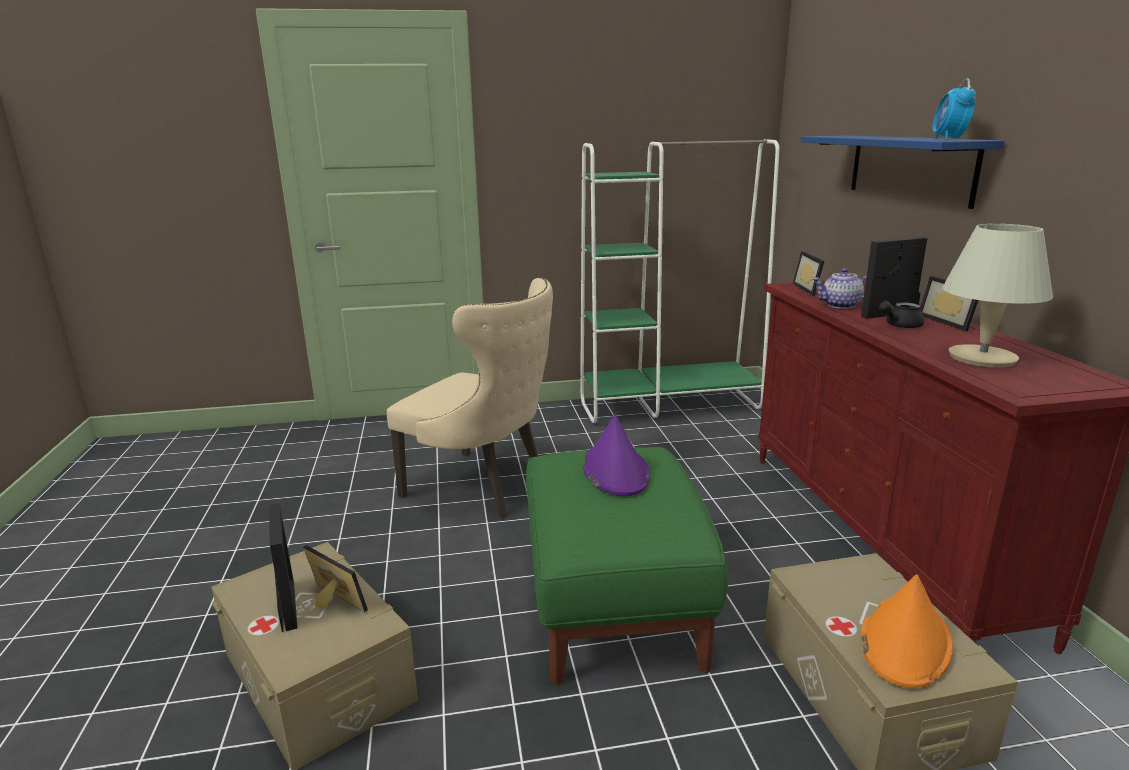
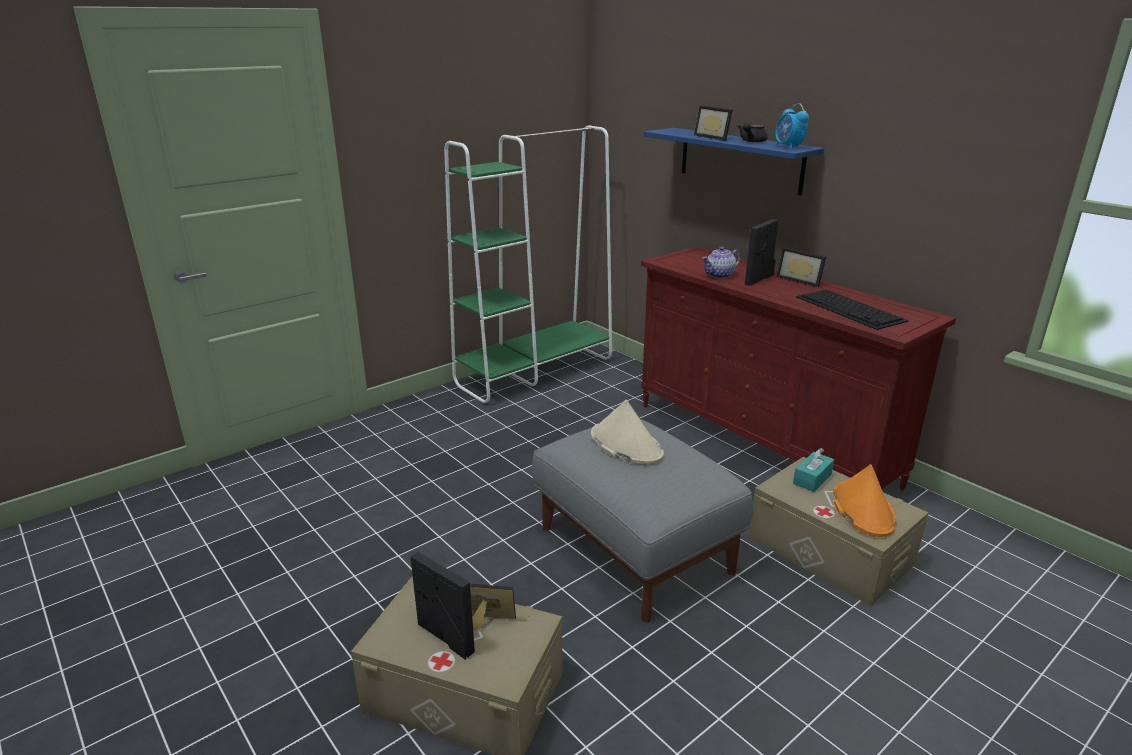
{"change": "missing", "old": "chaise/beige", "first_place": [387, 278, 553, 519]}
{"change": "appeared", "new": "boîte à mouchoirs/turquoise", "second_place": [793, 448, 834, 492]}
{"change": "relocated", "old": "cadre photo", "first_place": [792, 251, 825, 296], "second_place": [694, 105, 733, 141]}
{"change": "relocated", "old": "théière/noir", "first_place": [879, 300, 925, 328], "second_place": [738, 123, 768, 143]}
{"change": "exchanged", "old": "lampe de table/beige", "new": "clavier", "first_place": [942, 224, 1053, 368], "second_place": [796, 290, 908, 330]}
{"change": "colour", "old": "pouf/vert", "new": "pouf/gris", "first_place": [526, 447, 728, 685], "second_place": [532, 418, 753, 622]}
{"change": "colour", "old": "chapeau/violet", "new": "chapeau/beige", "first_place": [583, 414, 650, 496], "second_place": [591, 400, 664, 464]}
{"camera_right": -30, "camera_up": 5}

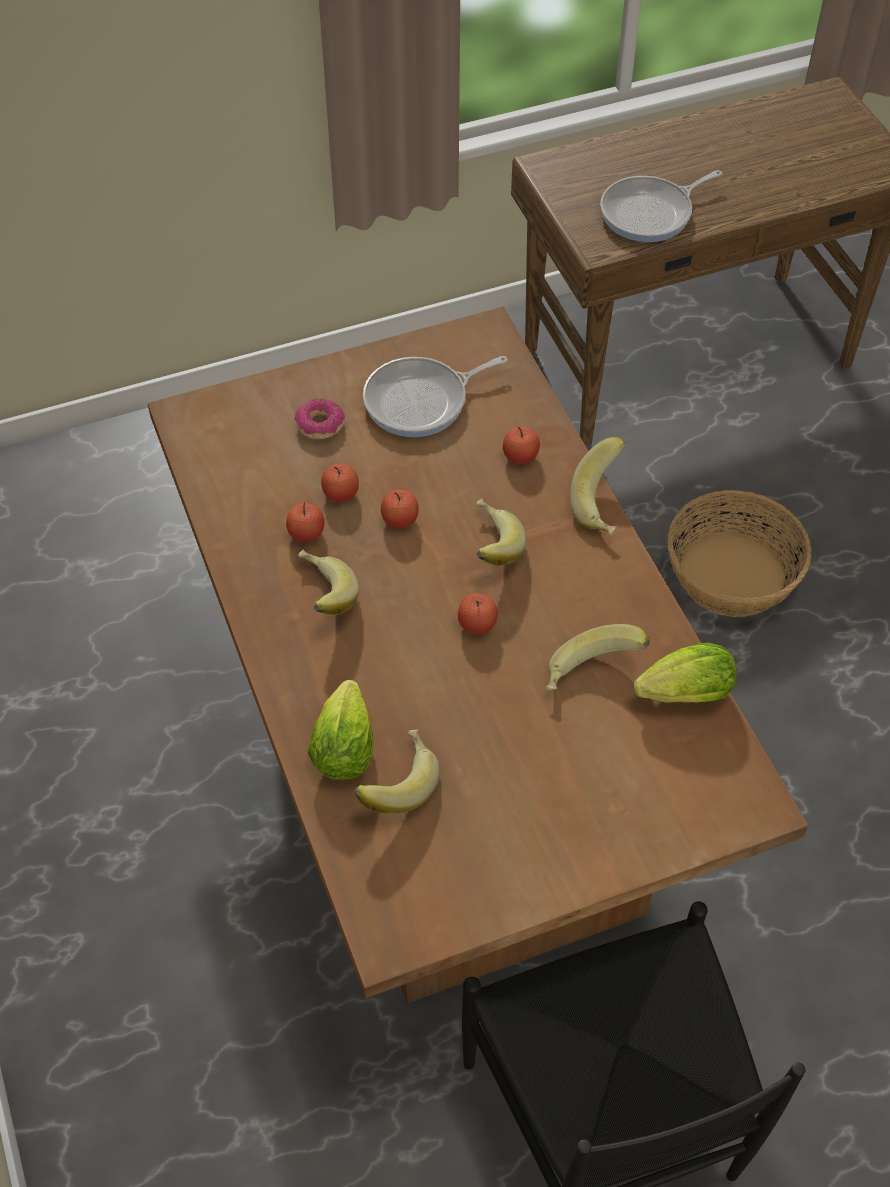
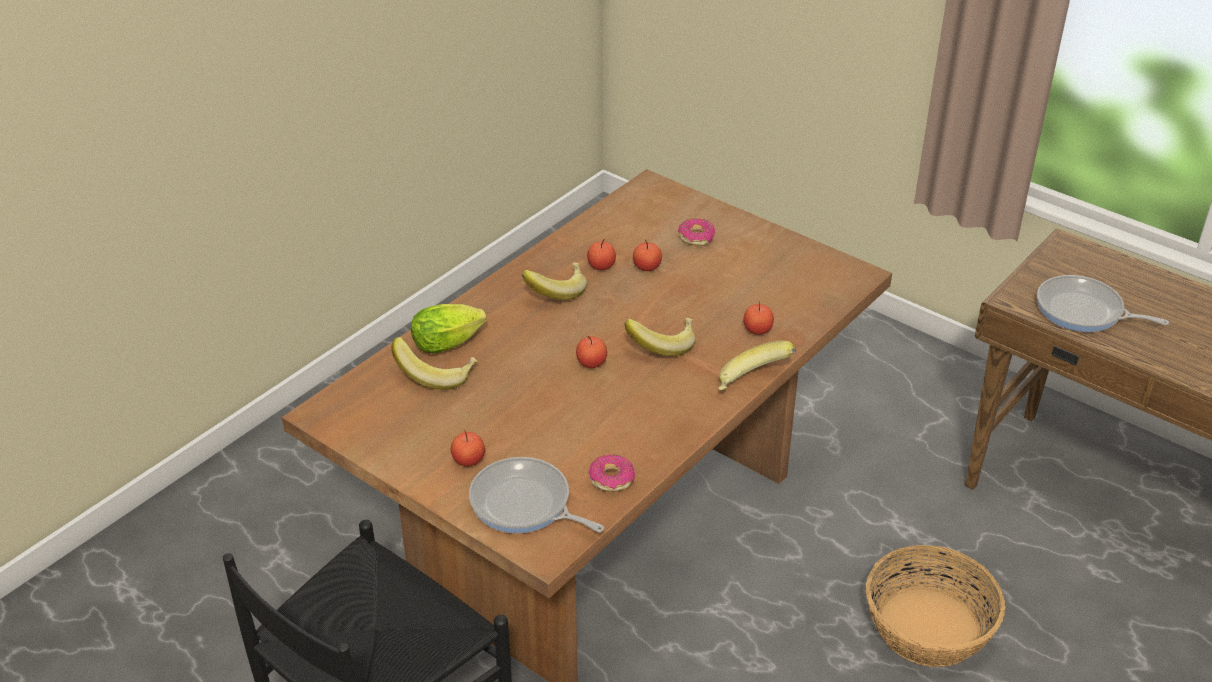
{"change": "missing", "old": "banane", "first_place": [546, 624, 650, 691]}
{"change": "relocated", "old": "poêle", "first_place": [363, 356, 508, 437], "second_place": [469, 457, 604, 533]}
{"change": "relocated", "old": "pomme", "first_place": [381, 490, 419, 528], "second_place": [451, 430, 485, 466]}
{"change": "exchanged", "old": "laitue", "new": "beignet", "first_place": [634, 643, 737, 703], "second_place": [589, 454, 635, 492]}
{"camera_right": 60, "camera_up": -15}

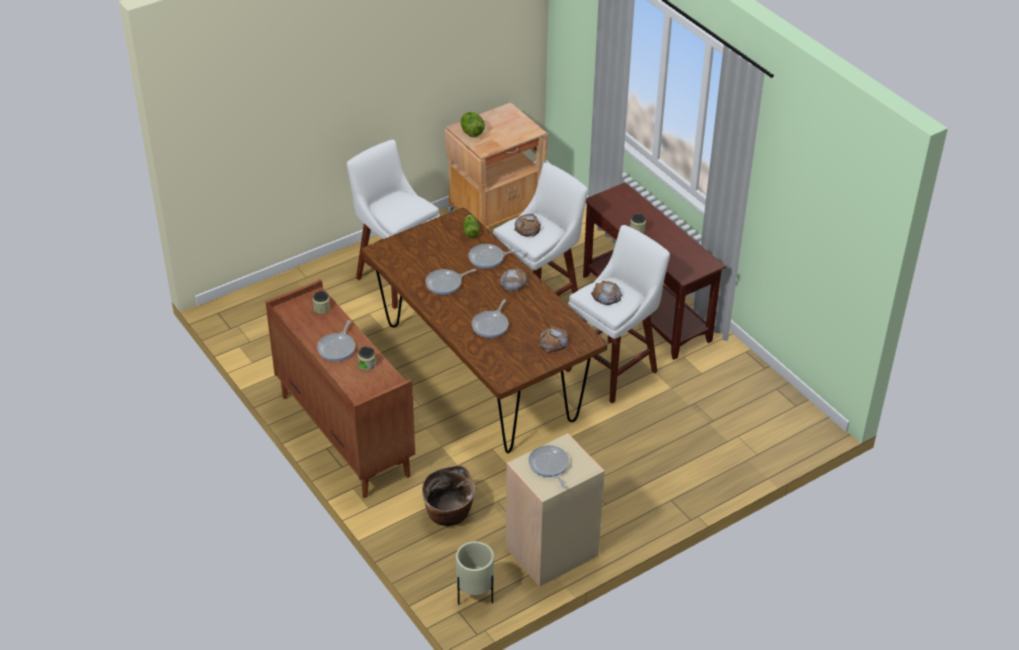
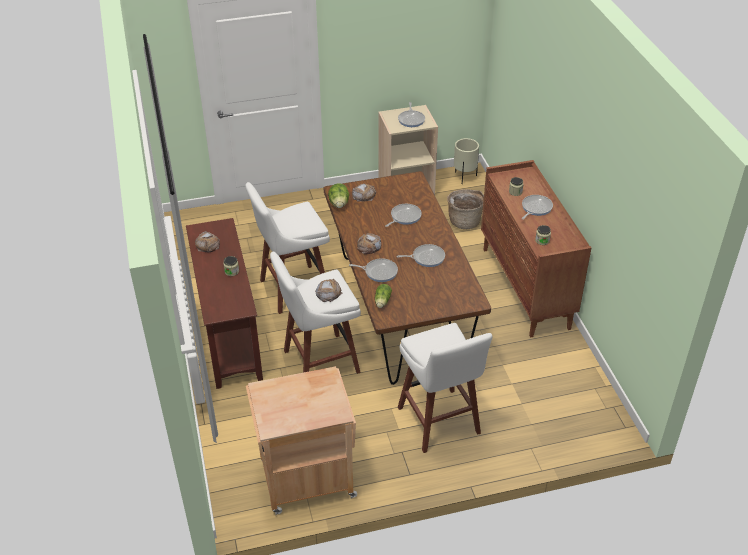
{"change": "relocated", "old": "laitue", "first_place": [461, 112, 485, 137], "second_place": [328, 183, 349, 208]}
{"change": "relocated", "old": "pain", "first_place": [591, 281, 622, 305], "second_place": [195, 231, 220, 252]}
{"camera_right": -160, "camera_up": 0}

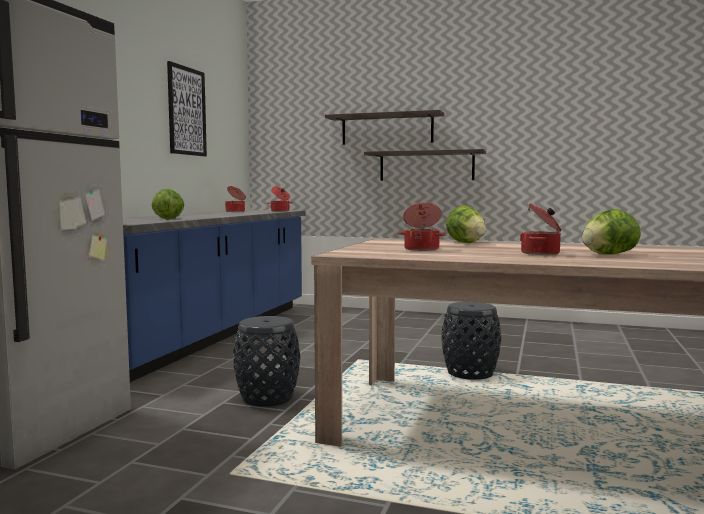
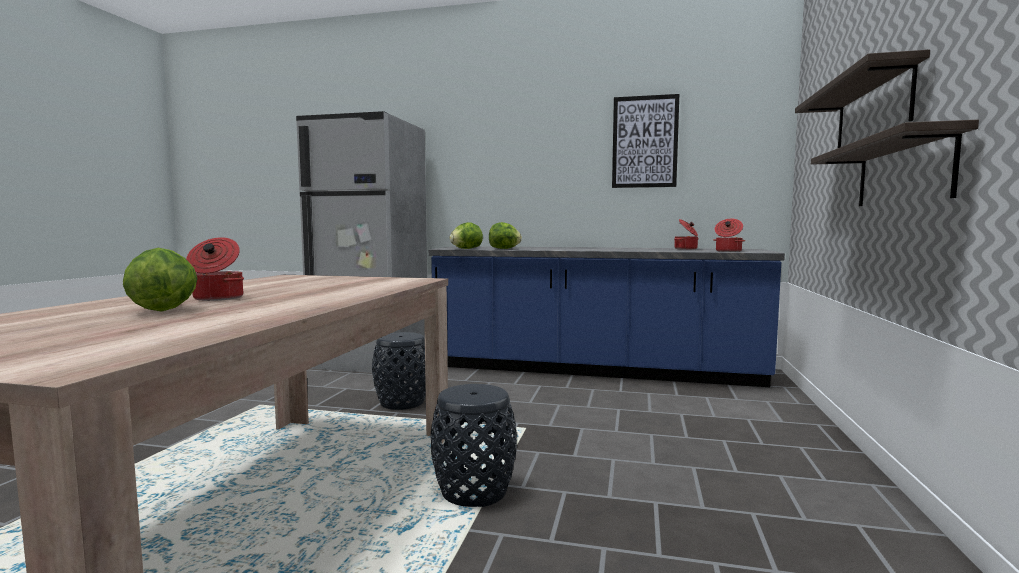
{"change": "missing", "old": "marmite", "first_place": [398, 203, 447, 251]}
{"change": "relocated", "old": "laitue", "first_place": [446, 206, 486, 243], "second_place": [450, 222, 483, 249]}
{"camera_right": 85, "camera_up": 0}

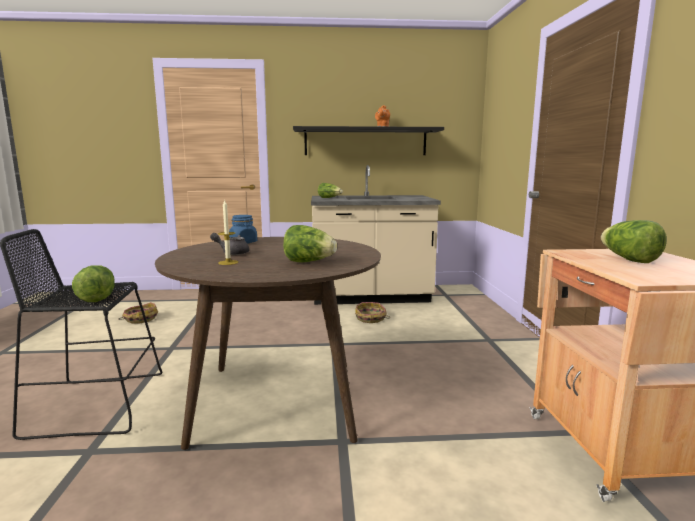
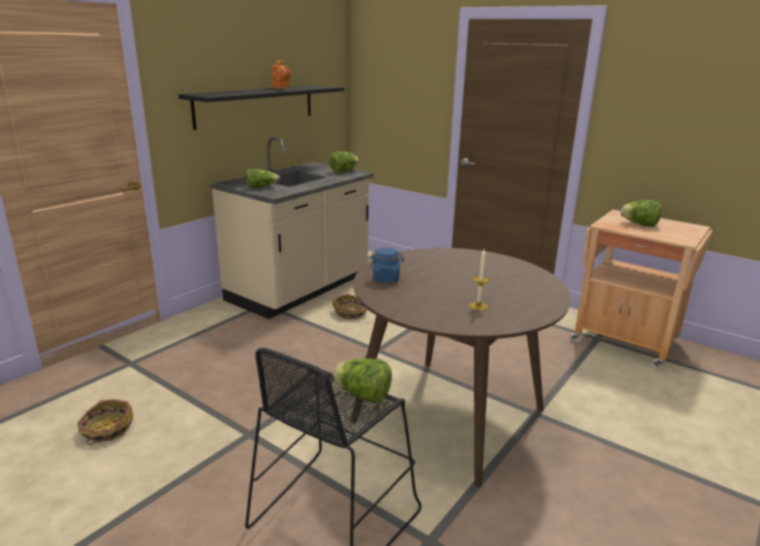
{"change": "missing", "old": "théière/gris", "first_place": [210, 233, 249, 255]}
{"change": "relocated", "old": "laitue", "first_place": [283, 225, 337, 263], "second_place": [329, 151, 359, 173]}
{"camera_right": -50, "camera_up": 10}

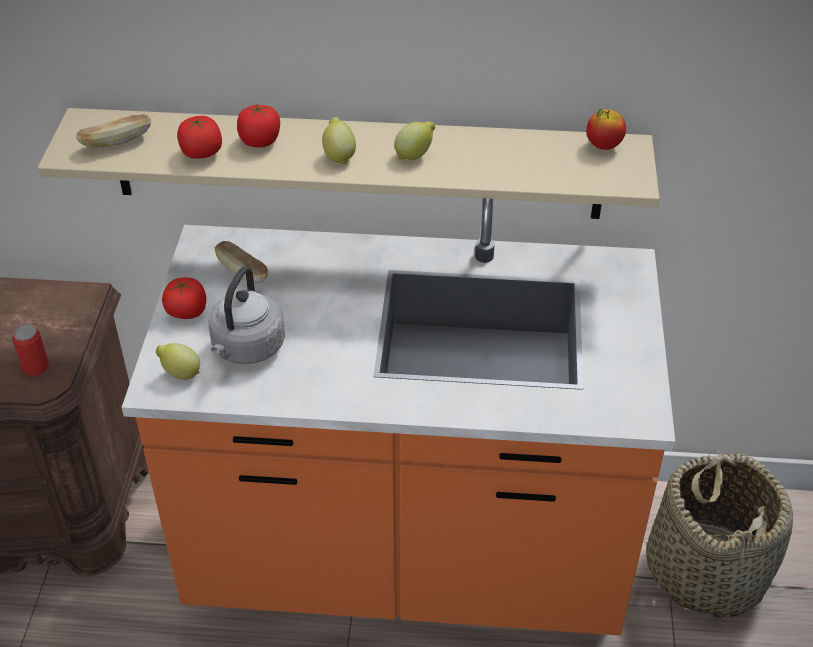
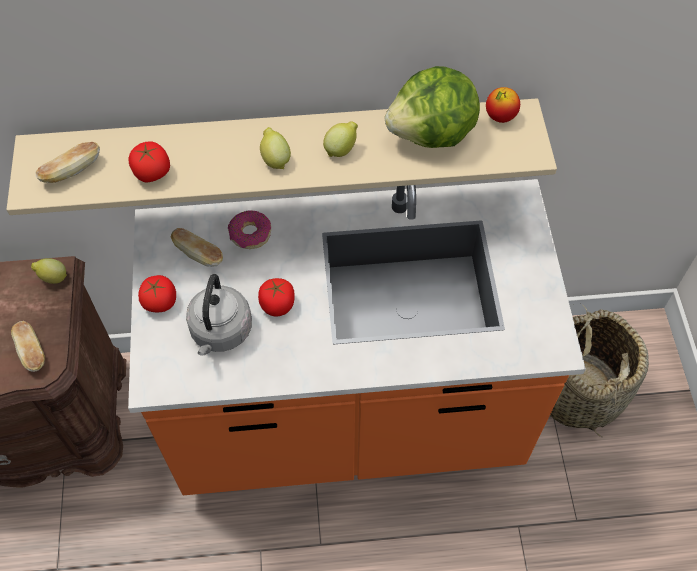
{"change": "appeared", "new": "beignet", "second_place": [228, 211, 271, 249]}
{"change": "appeared", "new": "laitue", "second_place": [385, 66, 480, 148]}
{"change": "relocated", "old": "citron", "first_place": [156, 343, 200, 380], "second_place": [31, 258, 67, 284]}
{"change": "relocated", "old": "tomate", "first_place": [237, 104, 280, 148], "second_place": [258, 278, 295, 317]}
{"change": "exchanged", "old": "boîte métallique", "new": "pain", "first_place": [13, 324, 49, 376], "second_place": [11, 321, 45, 372]}
{"camera_right": -10, "camera_up": 15}

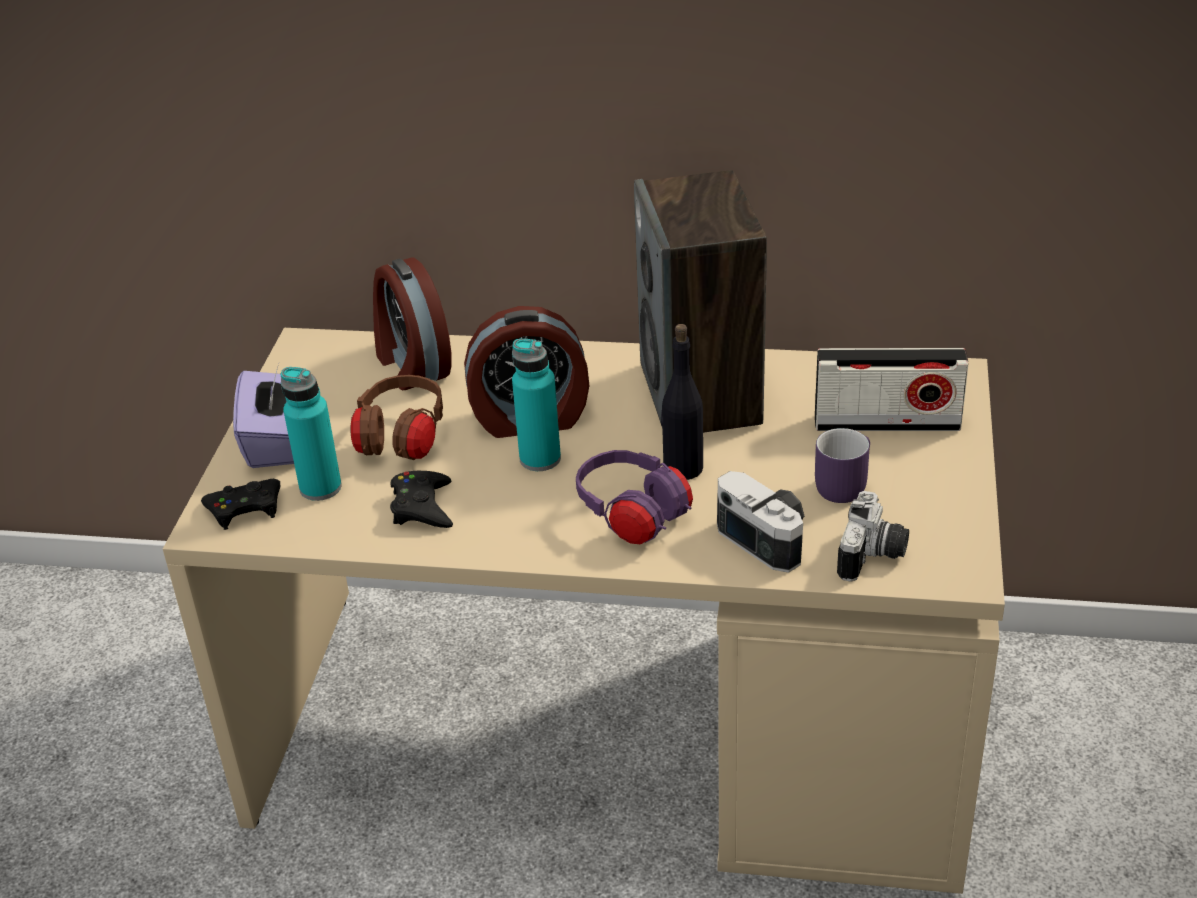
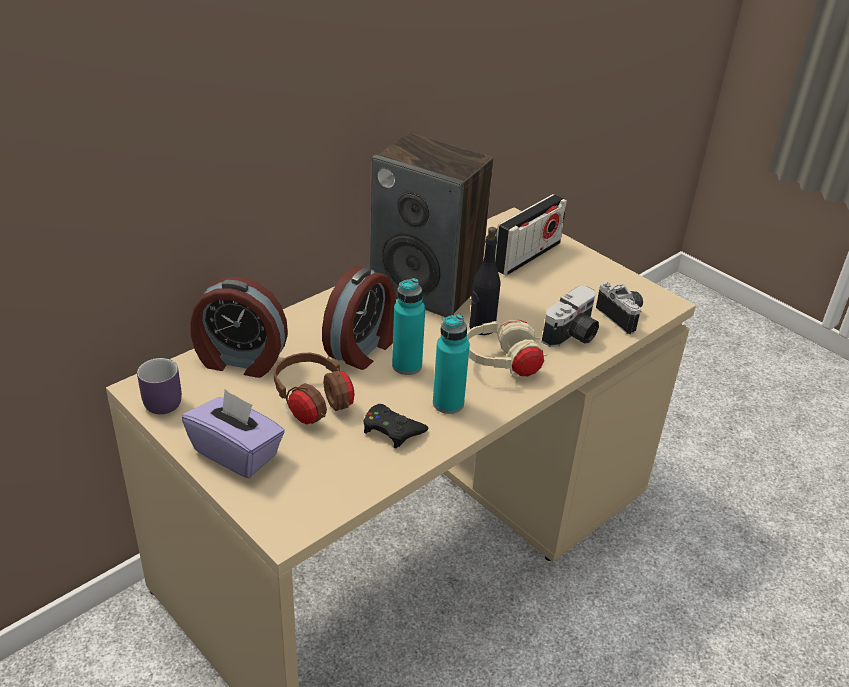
{"change": "missing", "old": "manette/noir", "first_place": [201, 479, 280, 530]}
{"change": "relocated", "old": "bouteille/turquoise", "first_place": [280, 367, 342, 501], "second_place": [433, 314, 470, 414]}
{"change": "relocated", "old": "mug/violet", "first_place": [815, 428, 870, 503], "second_place": [137, 358, 182, 414]}
{"change": "colour", "old": "casque audio/violet", "new": "casque audio/beige", "first_place": [576, 450, 693, 545], "second_place": [467, 320, 547, 377]}
{"change": "spun", "old": "appareil photo", "first_place": [717, 471, 804, 573], "second_place": [542, 286, 599, 347], "degrees": 135}
{"camera_right": -55, "camera_up": 0}

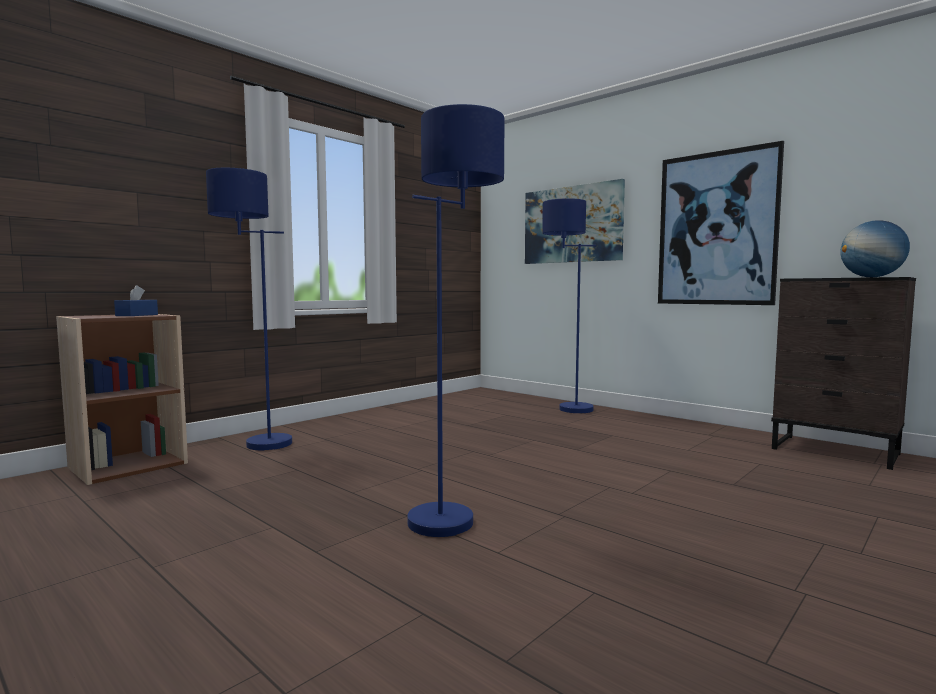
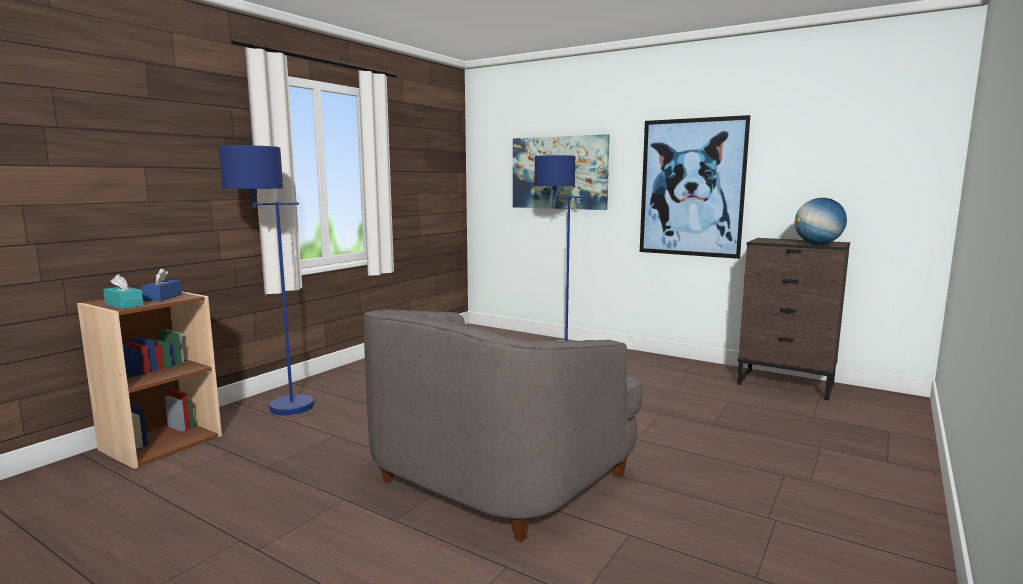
{"change": "appeared", "new": "boîte à mouchoirs/turquoise", "second_place": [103, 274, 144, 309]}
{"change": "exchanged", "old": "lampadaire/bleu", "new": "fauteuil/gris", "first_place": [407, 104, 504, 537], "second_place": [364, 309, 642, 542]}
{"camera_right": -10, "camera_up": 5}

